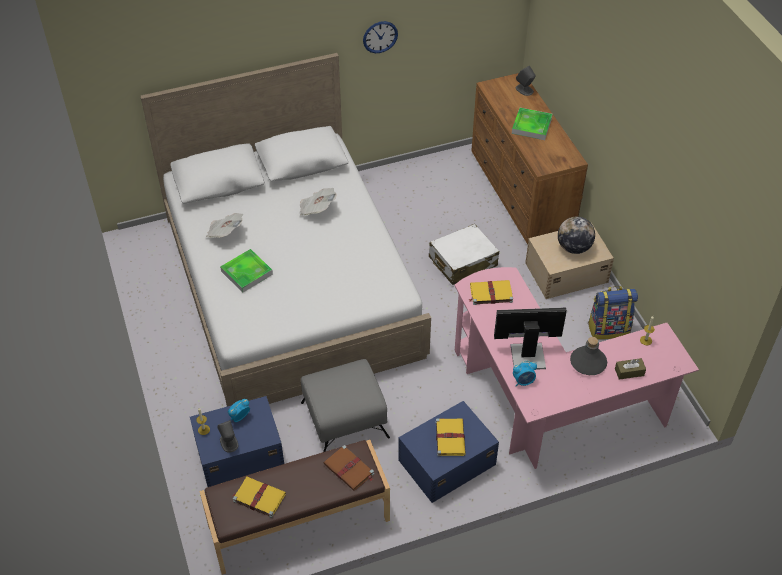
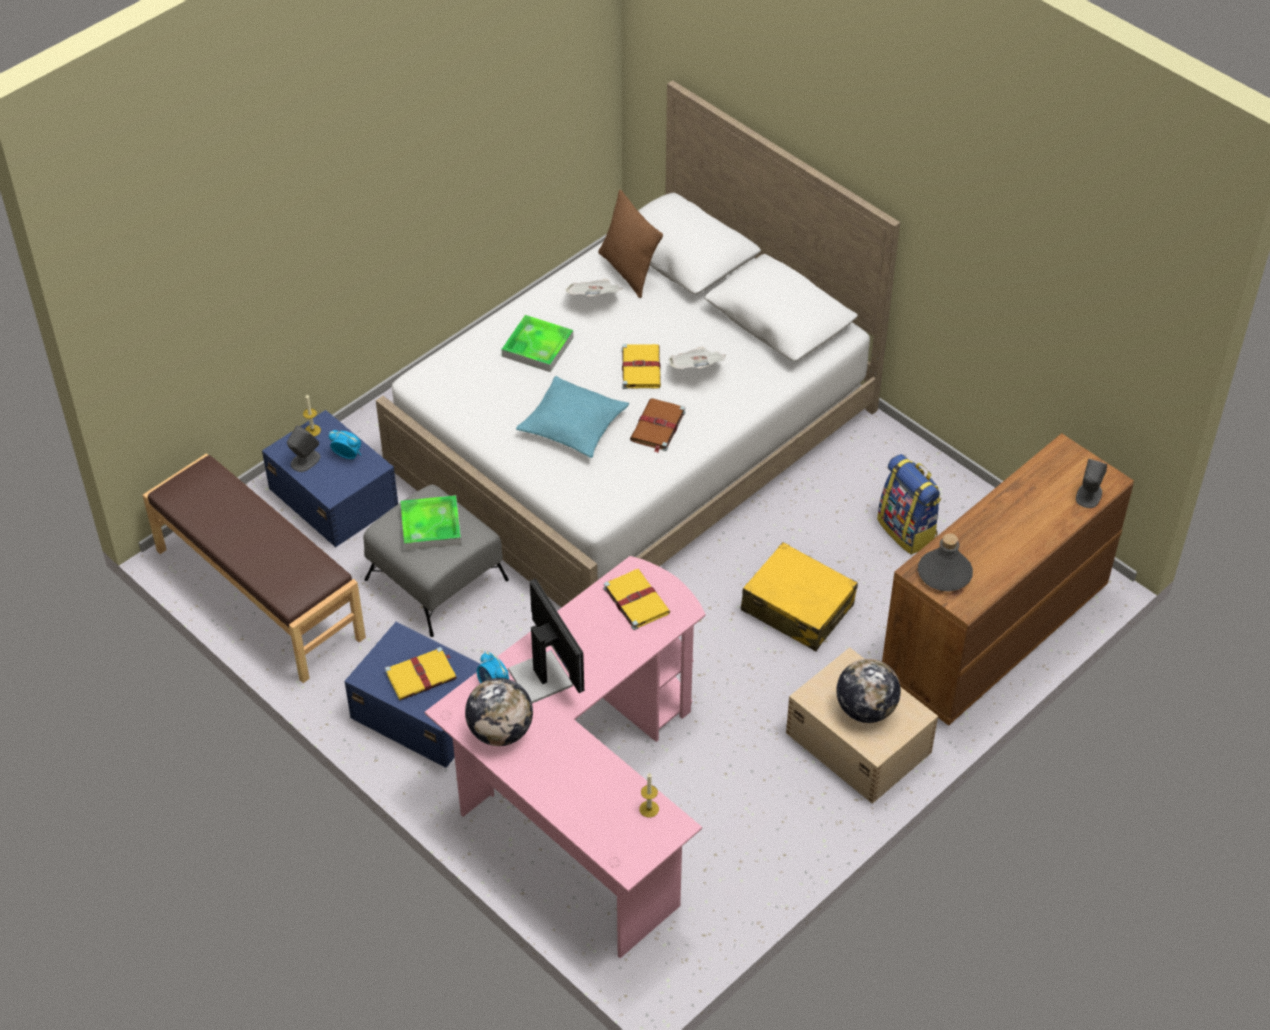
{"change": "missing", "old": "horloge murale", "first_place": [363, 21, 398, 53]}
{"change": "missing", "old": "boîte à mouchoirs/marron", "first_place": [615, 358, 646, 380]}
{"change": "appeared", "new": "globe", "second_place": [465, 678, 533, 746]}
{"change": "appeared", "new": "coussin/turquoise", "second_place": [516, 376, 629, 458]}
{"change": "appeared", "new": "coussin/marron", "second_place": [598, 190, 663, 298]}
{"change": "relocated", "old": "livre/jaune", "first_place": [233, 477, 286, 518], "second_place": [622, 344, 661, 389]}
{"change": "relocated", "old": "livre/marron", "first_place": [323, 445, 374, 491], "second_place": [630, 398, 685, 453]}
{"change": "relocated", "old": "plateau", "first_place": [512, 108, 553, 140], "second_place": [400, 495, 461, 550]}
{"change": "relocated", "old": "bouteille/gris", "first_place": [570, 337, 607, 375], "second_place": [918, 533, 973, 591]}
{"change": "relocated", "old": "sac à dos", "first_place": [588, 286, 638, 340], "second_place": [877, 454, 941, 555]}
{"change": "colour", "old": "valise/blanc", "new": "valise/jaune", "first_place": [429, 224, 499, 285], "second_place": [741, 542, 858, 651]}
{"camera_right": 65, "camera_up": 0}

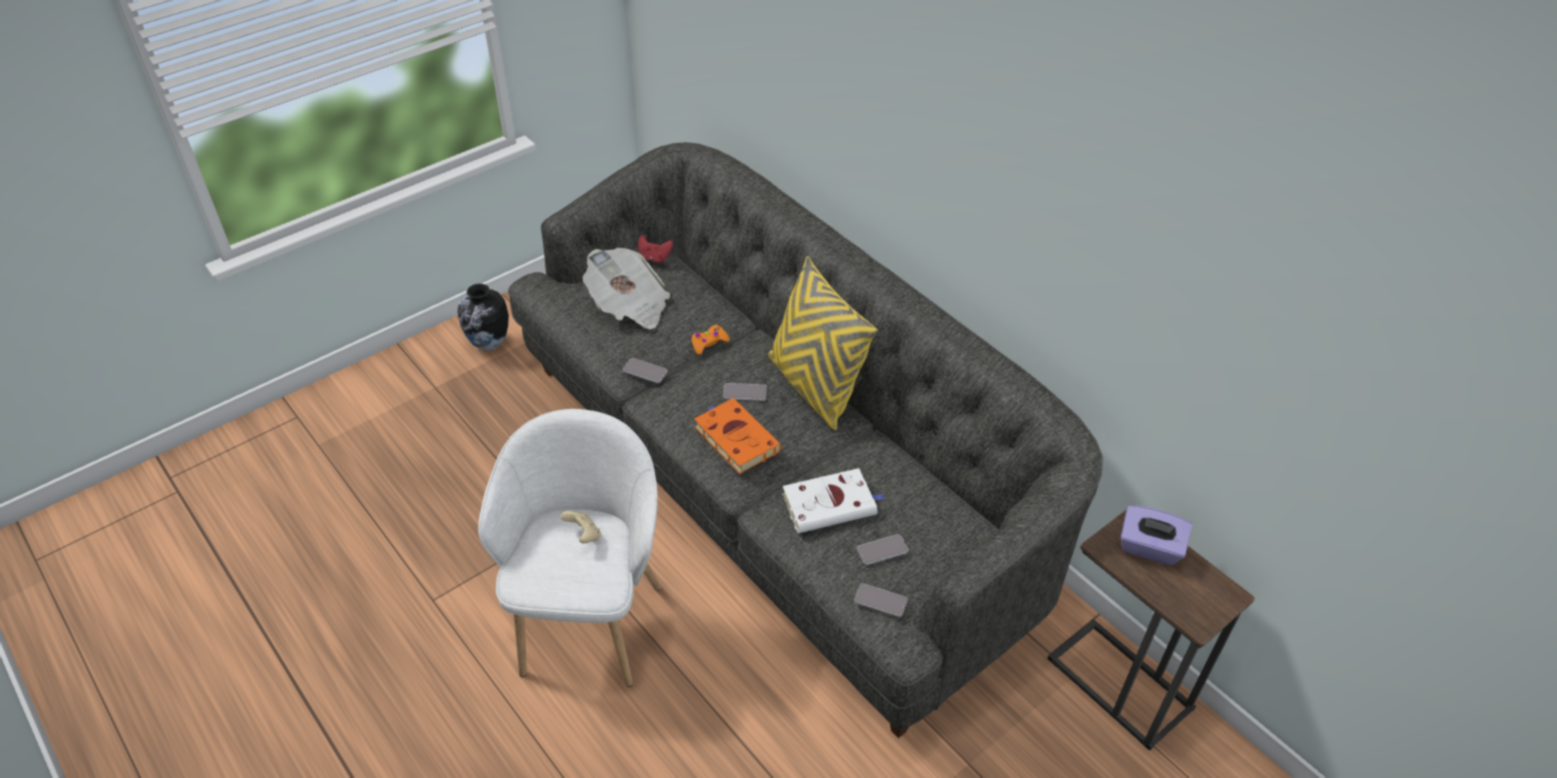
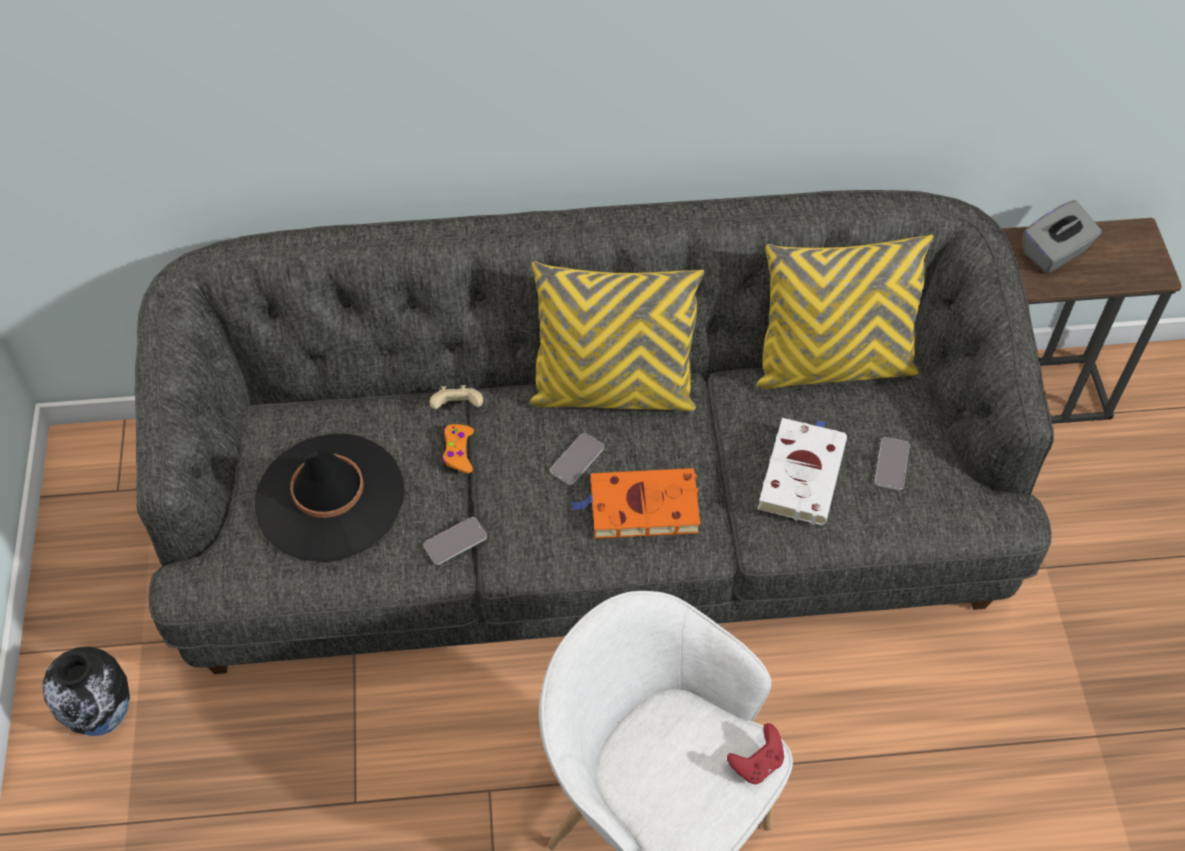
{"change": "missing", "old": "téléphone", "first_place": [854, 584, 907, 617]}
{"change": "appeared", "new": "coussin/jaune", "second_place": [756, 235, 934, 389]}
{"change": "relocated", "old": "manette/beige", "first_place": [561, 511, 601, 544], "second_place": [430, 385, 483, 409]}
{"change": "relocated", "old": "manette/rouge", "first_place": [638, 235, 673, 263], "second_place": [727, 723, 784, 784]}
{"change": "exchanged", "old": "journal", "new": "chapeau/noir", "first_place": [582, 248, 671, 329], "second_place": [255, 433, 405, 562]}
{"change": "colour", "old": "boîte à mouchoirs/violet", "new": "boîte à mouchoirs/gris", "first_place": [1120, 505, 1192, 566], "second_place": [1023, 200, 1102, 273]}
{"camera_right": -55, "camera_up": 10}

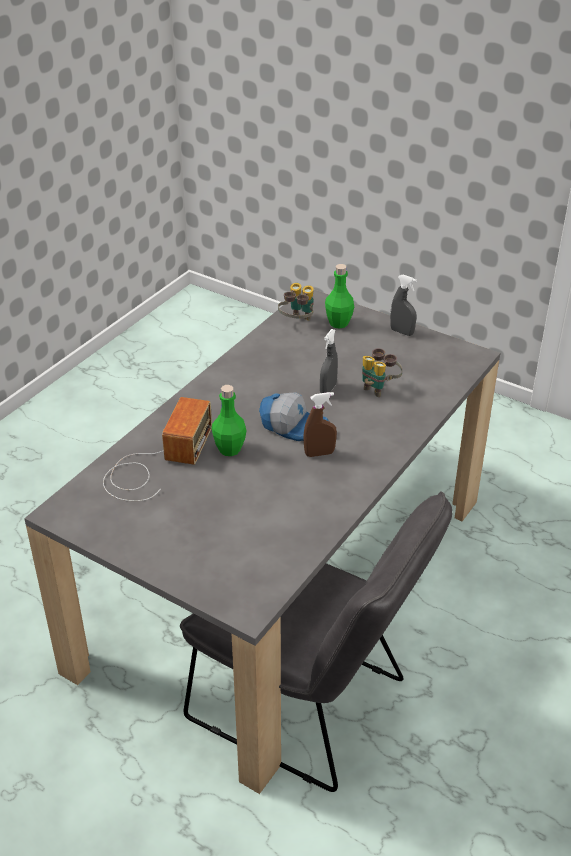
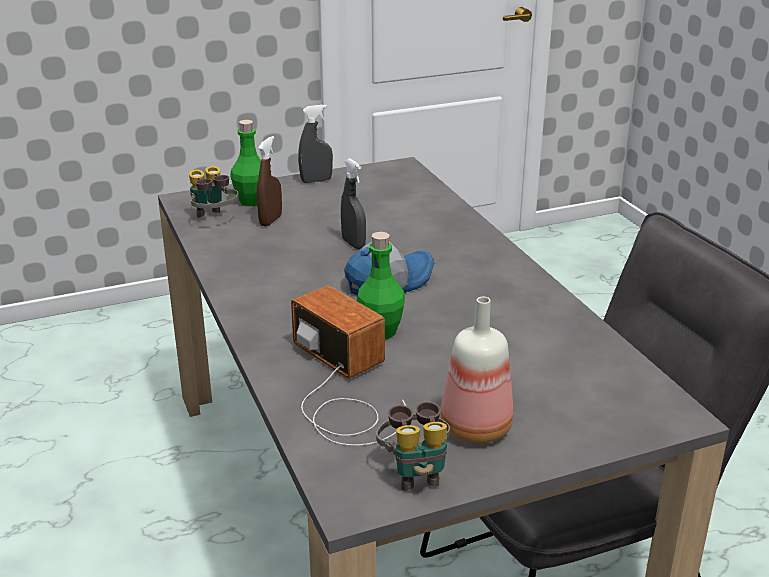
{"change": "appeared", "new": "bouteille", "second_place": [440, 297, 513, 444]}
{"change": "relocated", "old": "vaporisateur/marron", "first_place": [303, 392, 337, 457], "second_place": [257, 136, 282, 226]}
{"change": "relocated", "old": "jumelles", "first_place": [362, 348, 403, 397], "second_place": [376, 401, 450, 491]}
{"camera_right": -55, "camera_up": -10}

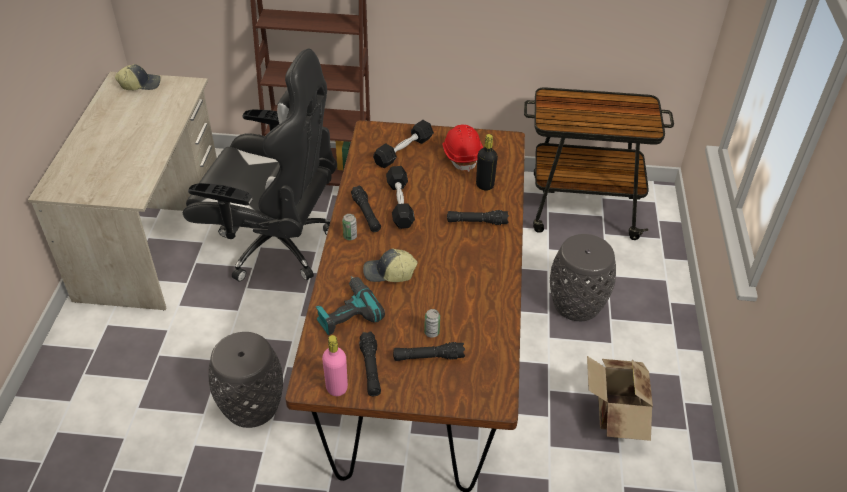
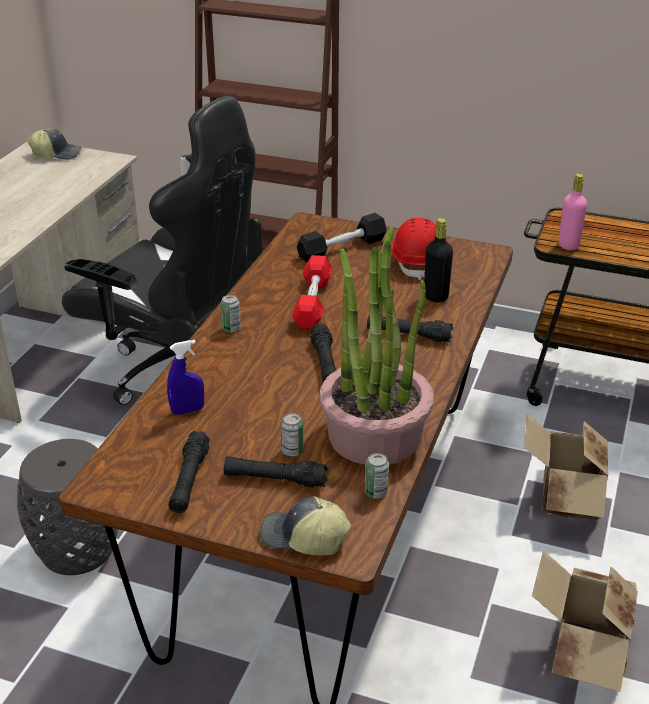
{"change": "appeared", "new": "plante en pot", "second_place": [319, 227, 434, 465]}
{"change": "appeared", "new": "boîte métallique", "second_place": [365, 453, 389, 499]}
{"change": "relocated", "old": "bouteille/rose", "first_place": [322, 335, 348, 396], "second_place": [558, 174, 587, 250]}
{"change": "relocated", "old": "lampe de poche/noir", "first_place": [351, 185, 381, 232], "second_place": [310, 324, 336, 382]}
{"change": "relocated", "old": "casquette", "first_place": [363, 248, 418, 282], "second_place": [260, 496, 351, 556]}
{"change": "exchanged", "old": "perceuse", "new": "vaporisateur/bleu", "first_place": [316, 276, 385, 335], "second_place": [167, 340, 204, 415]}
{"change": "exchanged", "old": "tabouret/gris", "new": "carton", "first_place": [550, 234, 616, 321], "second_place": [524, 414, 608, 520]}
{"change": "colour", "old": "haltère/noir", "new": "haltère/rouge", "first_place": [386, 166, 415, 229], "second_place": [292, 255, 333, 329]}
{"camera_right": 15, "camera_up": -10}

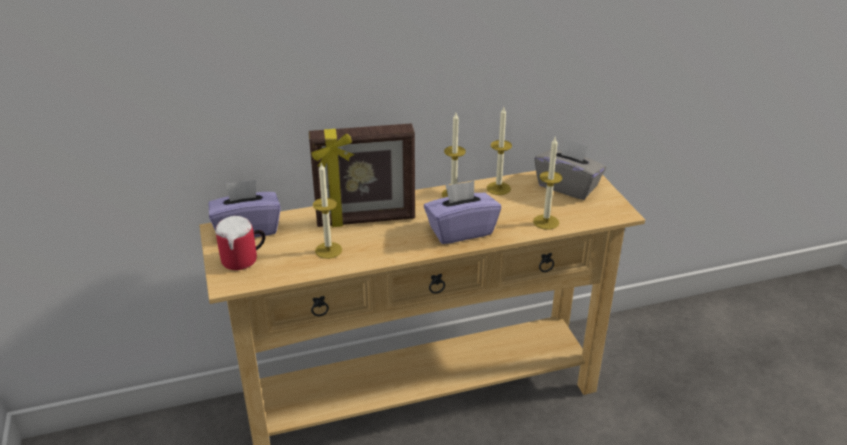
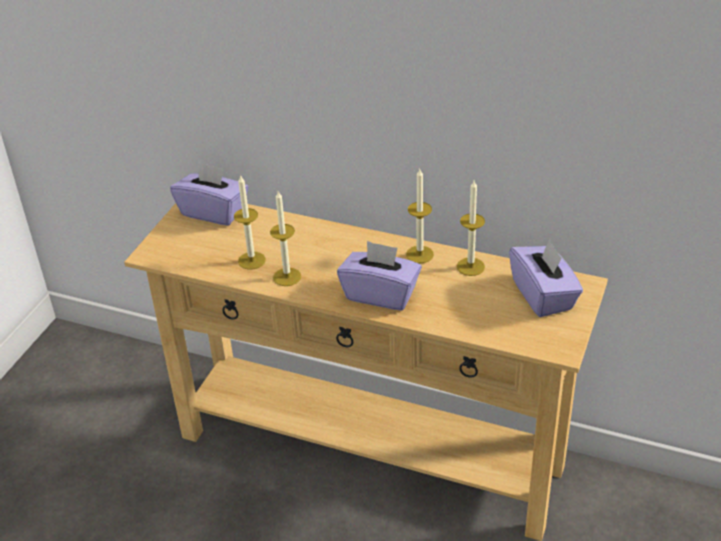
{"change": "missing", "old": "mug", "first_place": [215, 216, 265, 270]}
{"change": "missing", "old": "cadre photo", "first_place": [309, 123, 415, 227]}
{"change": "relocated", "old": "bougie", "first_place": [533, 137, 562, 230], "second_place": [270, 191, 301, 286]}
{"change": "colour", "old": "boîte à mouchoirs/gris", "new": "boîte à mouchoirs/violet", "first_place": [534, 138, 606, 200], "second_place": [509, 239, 583, 317]}
{"camera_right": 40, "camera_up": 5}

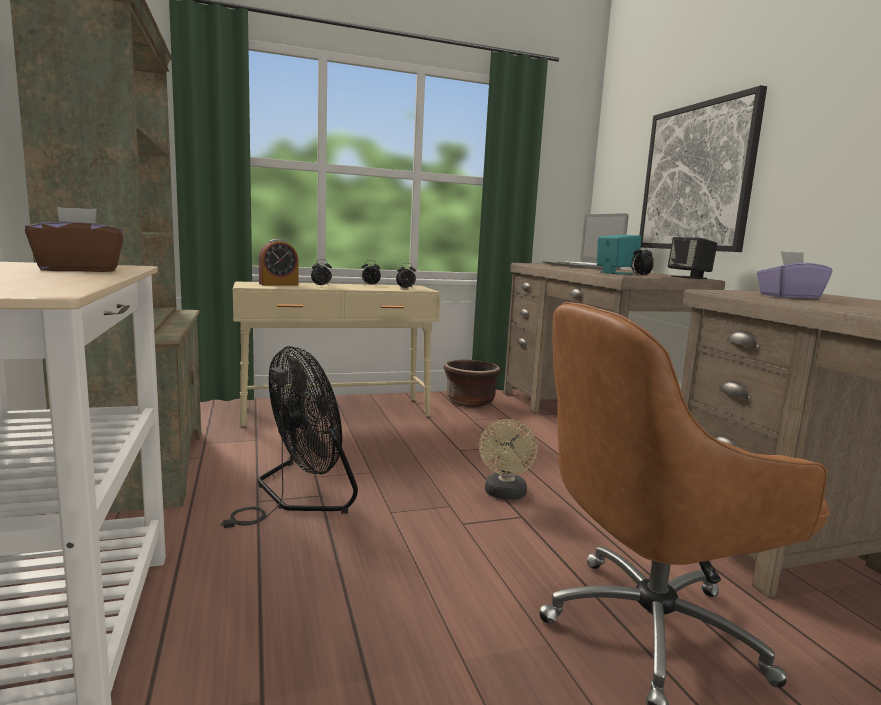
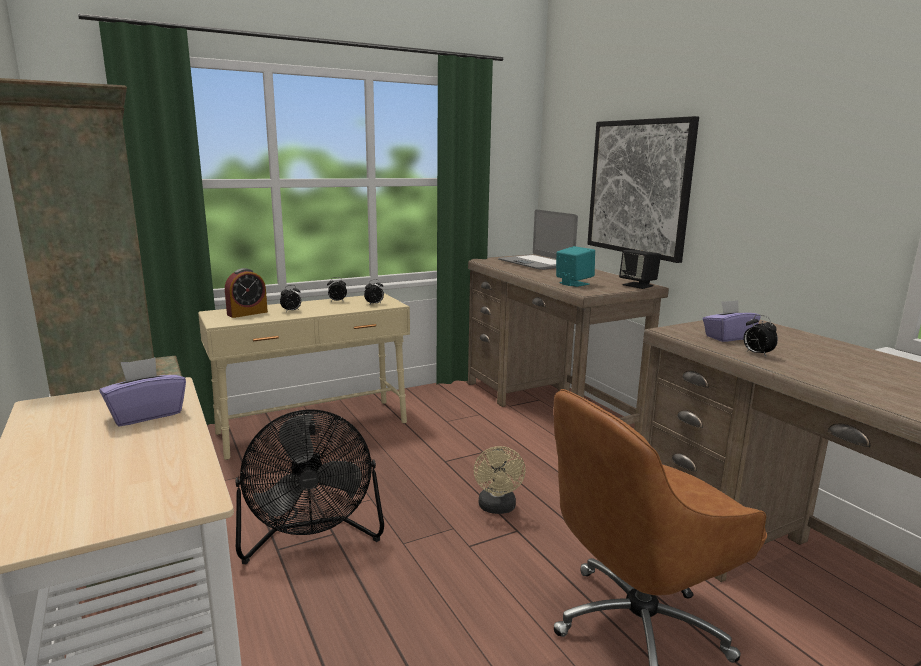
{"change": "missing", "old": "cache-pot/marron", "first_place": [443, 360, 501, 407]}
{"change": "relocated", "old": "réveil", "first_place": [631, 245, 654, 275], "second_place": [743, 315, 778, 357]}
{"change": "colour", "old": "boîte à mouchoirs/marron", "new": "boîte à mouchoirs/violet", "first_place": [25, 207, 123, 272], "second_place": [99, 357, 186, 426]}
{"change": "spun", "old": "ventilateur/noir", "first_place": [220, 346, 358, 528], "second_place": [236, 409, 384, 565], "degrees": 120}
{"camera_right": -10, "camera_up": 5}

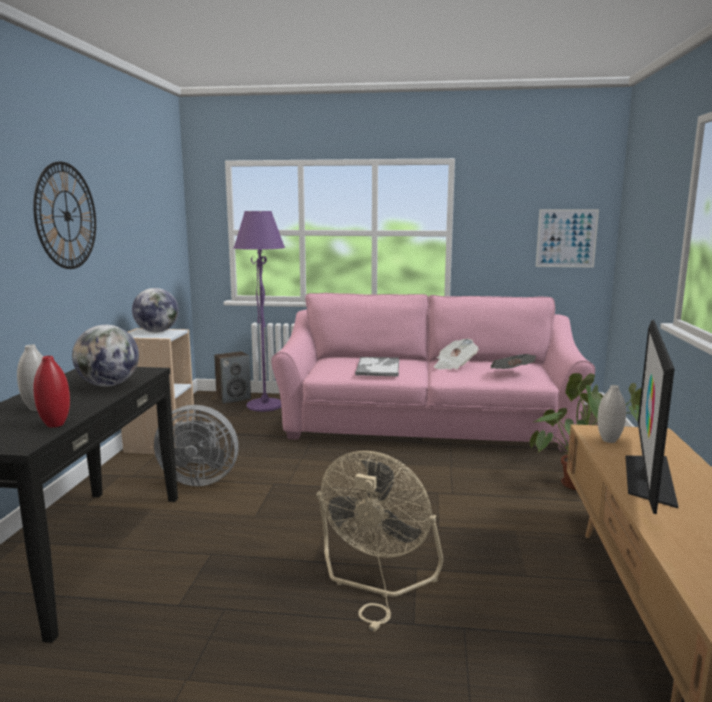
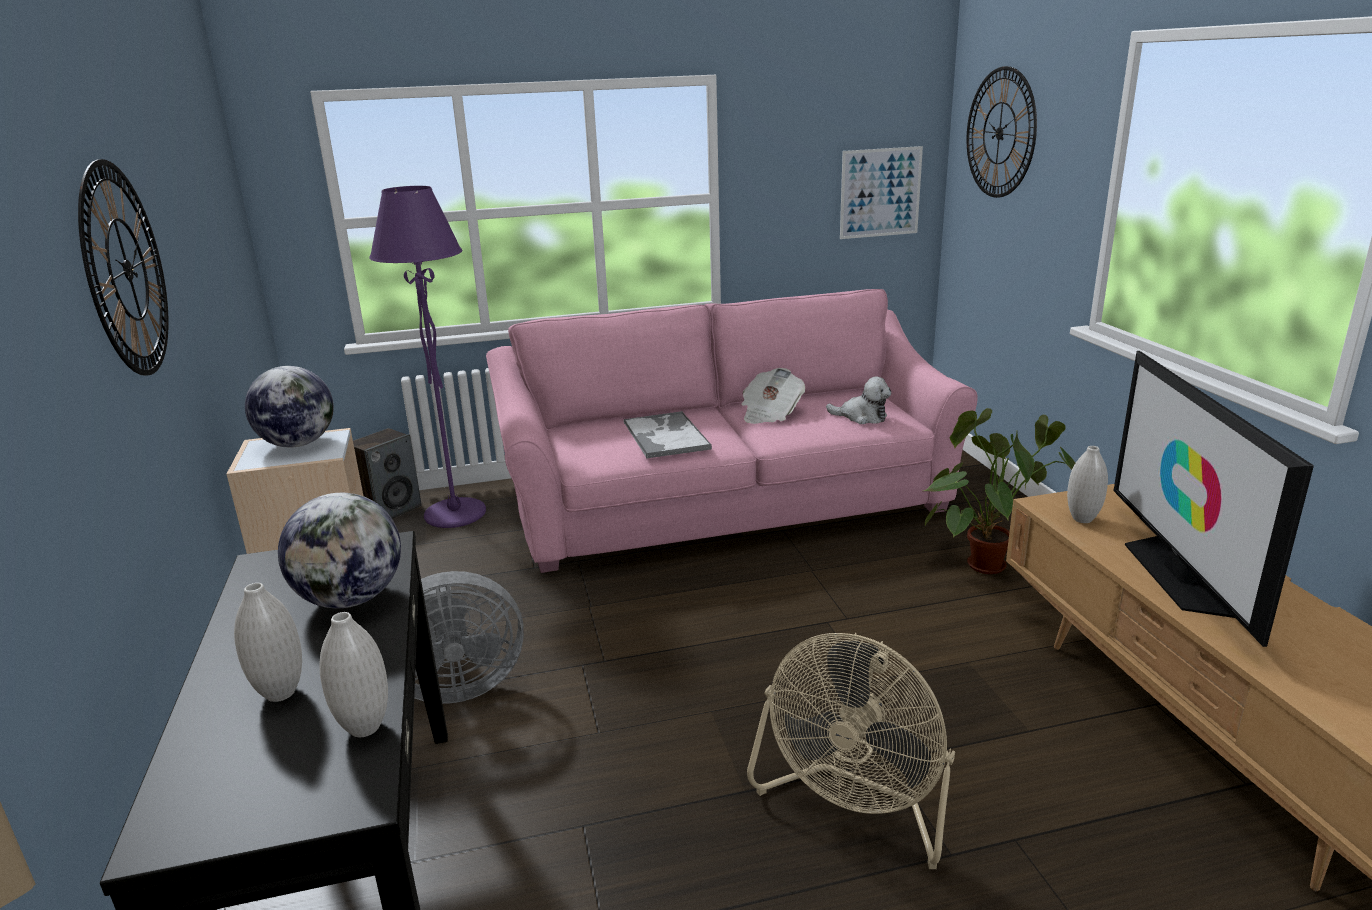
{"change": "appeared", "new": "horloge murale", "second_place": [967, 66, 1037, 198]}
{"change": "exchanged", "old": "journal", "new": "peluche", "first_place": [490, 354, 536, 369], "second_place": [826, 376, 891, 424]}
{"change": "colour", "old": "vase/rouge", "new": "vase/blanc", "first_place": [33, 356, 70, 428], "second_place": [319, 612, 388, 737]}
{"change": "spun", "old": "ventilateur/beige", "first_place": [316, 451, 443, 632], "second_place": [747, 633, 955, 869], "degrees": -150}
{"camera_right": -20, "camera_up": 10}

